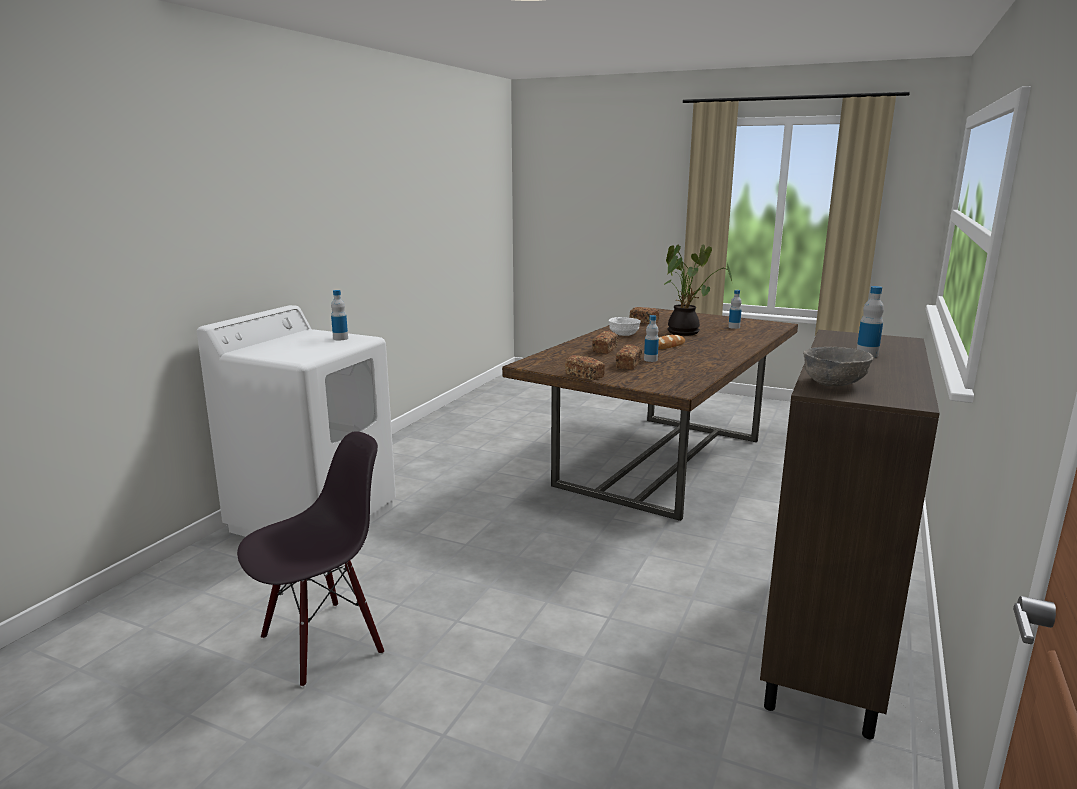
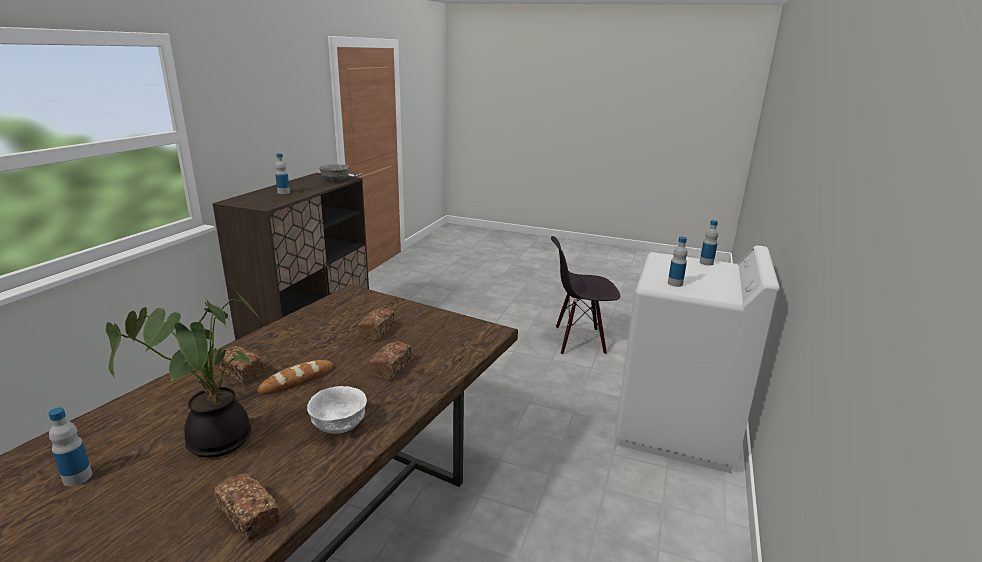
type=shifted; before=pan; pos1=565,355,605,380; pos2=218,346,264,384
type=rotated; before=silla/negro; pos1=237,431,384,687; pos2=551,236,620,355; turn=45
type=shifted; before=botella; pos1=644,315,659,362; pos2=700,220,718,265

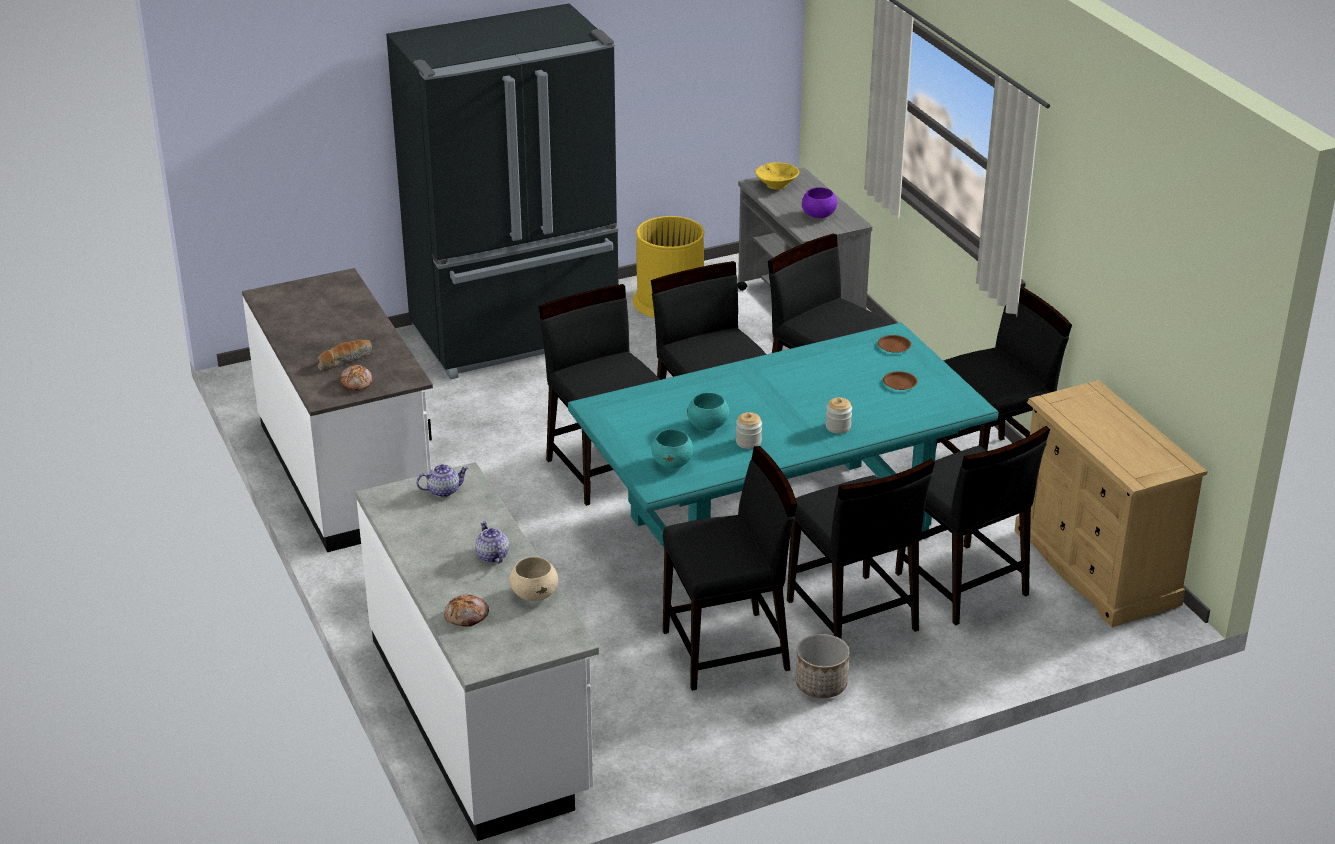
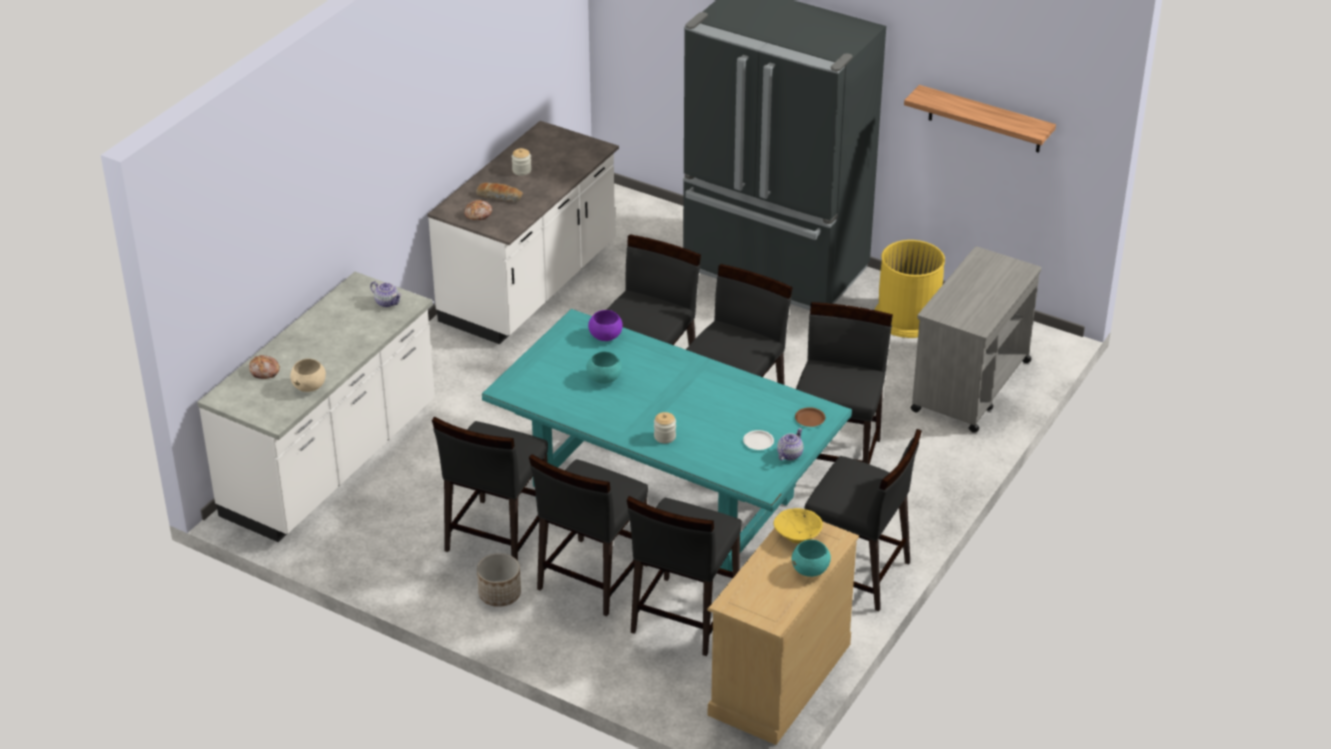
type=rotated; before=silla/negro; pos1=663,446,797,691; pos2=432,417,548,561; turn=75
type=shifted; before=tarro; pos1=736,412,762,449; pos2=512,148,531,176
type=shifted; before=cuenco/morado; pos1=802,187,837,218; pos2=588,310,623,341
type=repainted; before=plato/marrón; after=plato/blanco; pos1=883,371,918,390; pos2=743,430,774,450
type=shifted; before=cuenco/amarillo; pos1=755,162,799,189; pos2=774,508,823,544
type=shifted; before=tetera; pos1=475,521,509,563; pos2=777,428,804,460
type=shifted; before=cuenco/turquesa; pos1=651,429,693,468; pos2=792,540,831,577
type=new; after=estante; pos2=904,85,1056,153

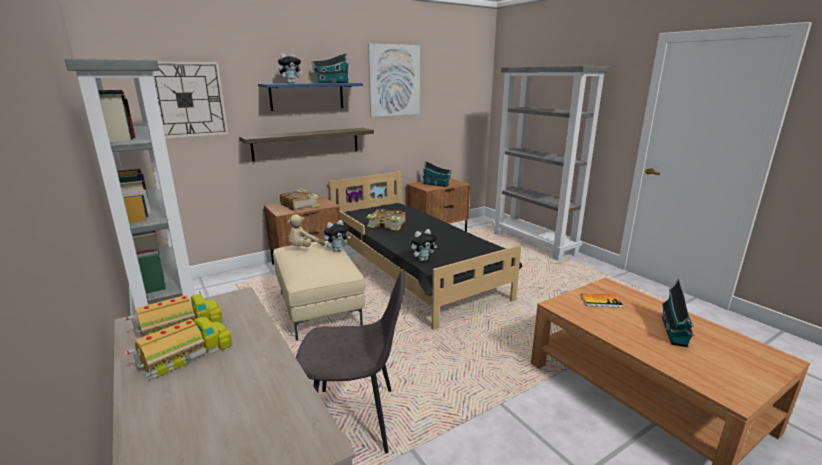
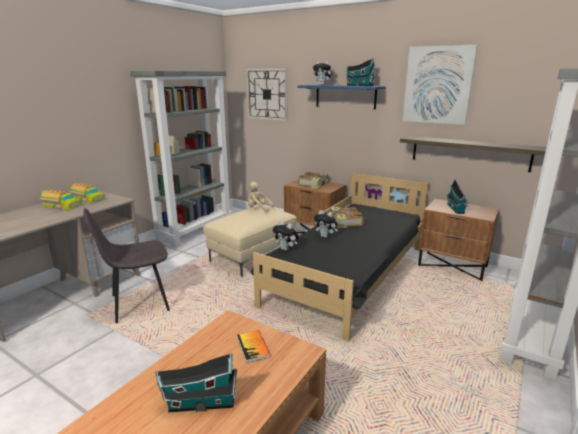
type=rotated; before=silla/gris; pos1=296,269,405,453; pos2=83,208,170,323; turn=90
type=shifted; before=peluche; pos1=324,220,351,252; pos2=314,210,338,238
type=shifted; before=estante; pos1=239,128,374,162; pos2=400,136,546,172

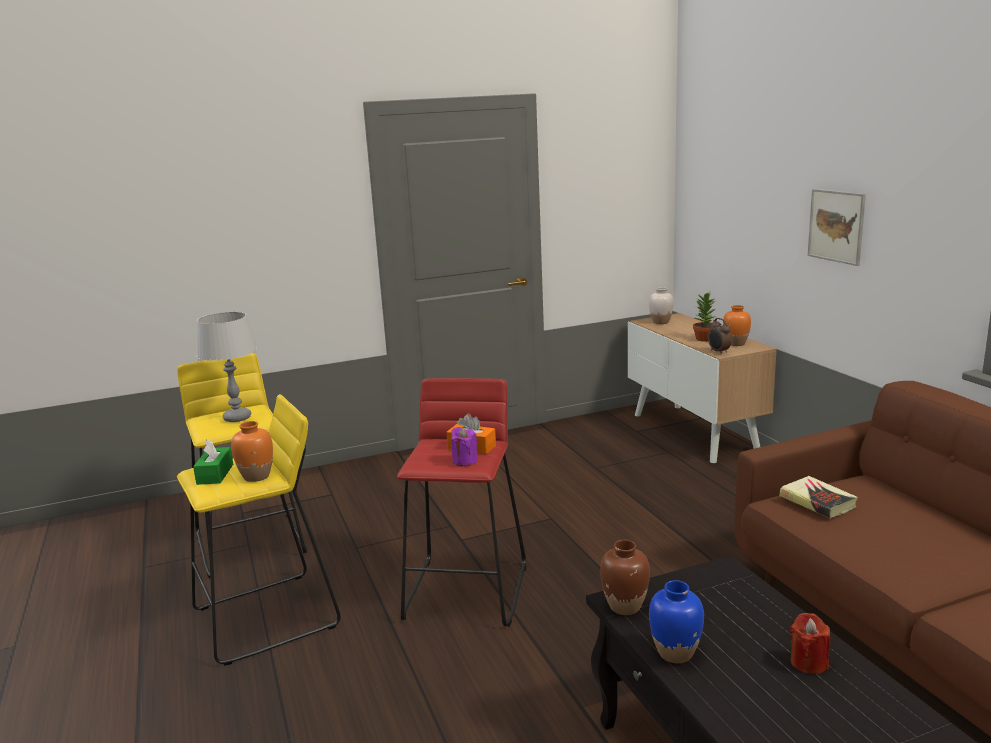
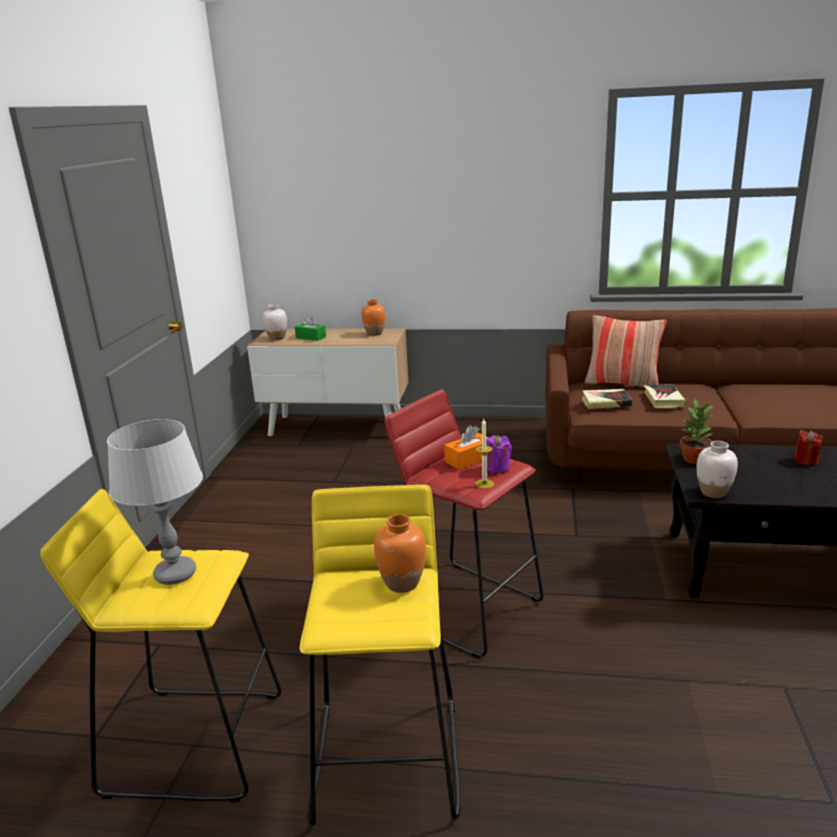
type=shifted; before=caja de pañuelos/verde; pos1=193,438,233,485; pos2=295,315,326,341
type=new; after=vela; pos2=475,419,494,489
type=new; after=cojín; pos2=585,315,667,388
type=new; after=libro; pos2=644,384,687,408
type=shifted; before=planta en maceta; pos1=693,292,717,342; pos2=680,398,714,464
type=repainted; before=florero/marrón; after=florero/blanco; pos1=600,540,650,615; pos2=697,441,738,498
type=gone; before=florero/azul; pos1=649,580,704,663
type=gone; before=despertador; pos1=708,318,731,355
type=gone; before=cuadro; pos1=808,189,866,266

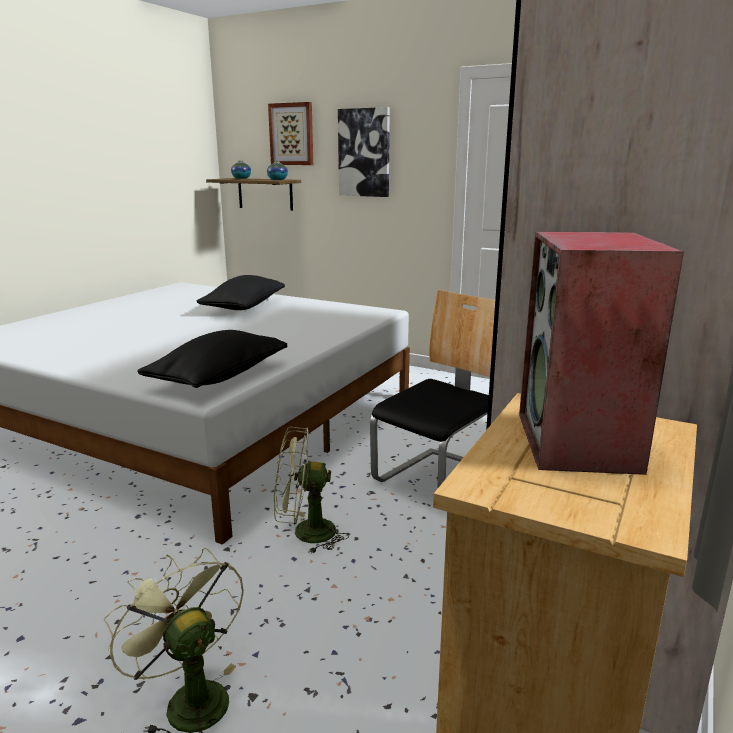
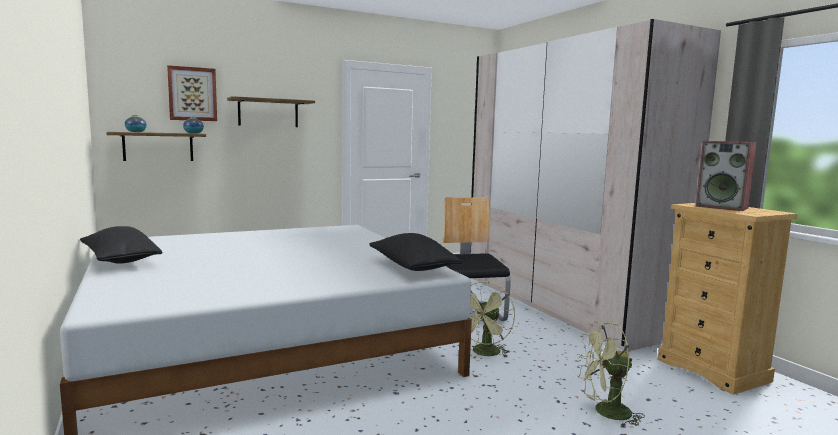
type=shifted; before=cojín/negro; pos1=196,275,285,310; pos2=80,226,163,264
type=swapped; before=cuadro; after=estante; pos1=338,107,390,197; pos2=227,96,315,127

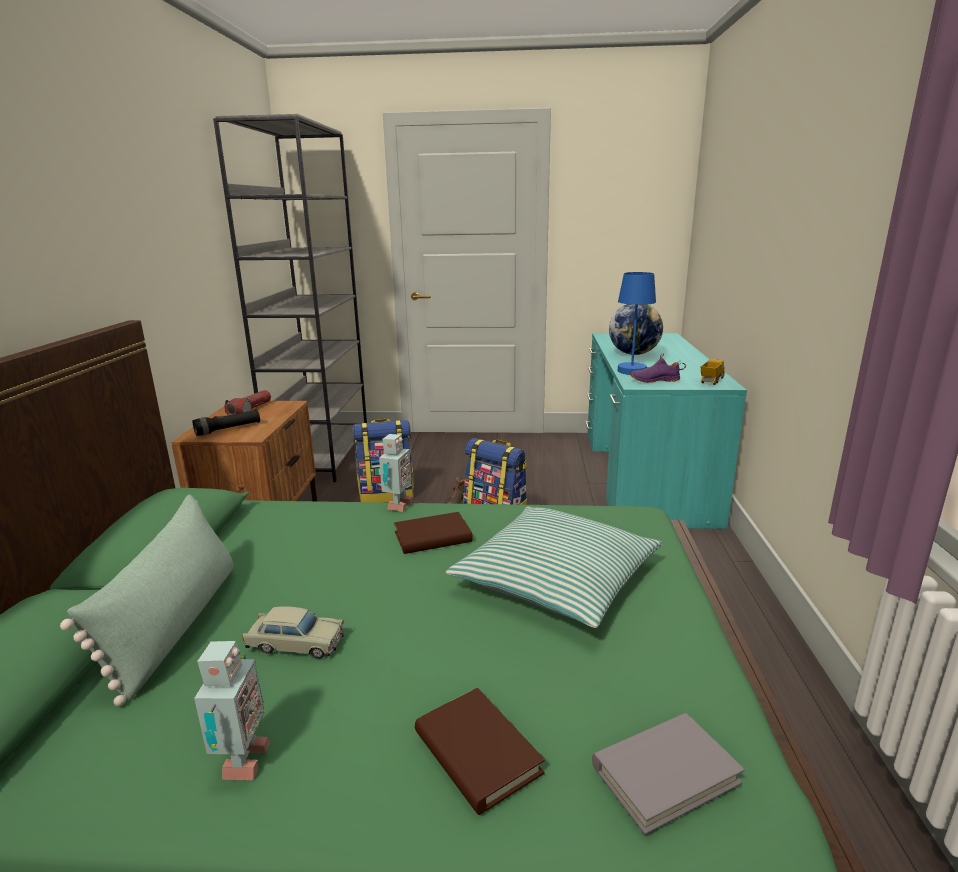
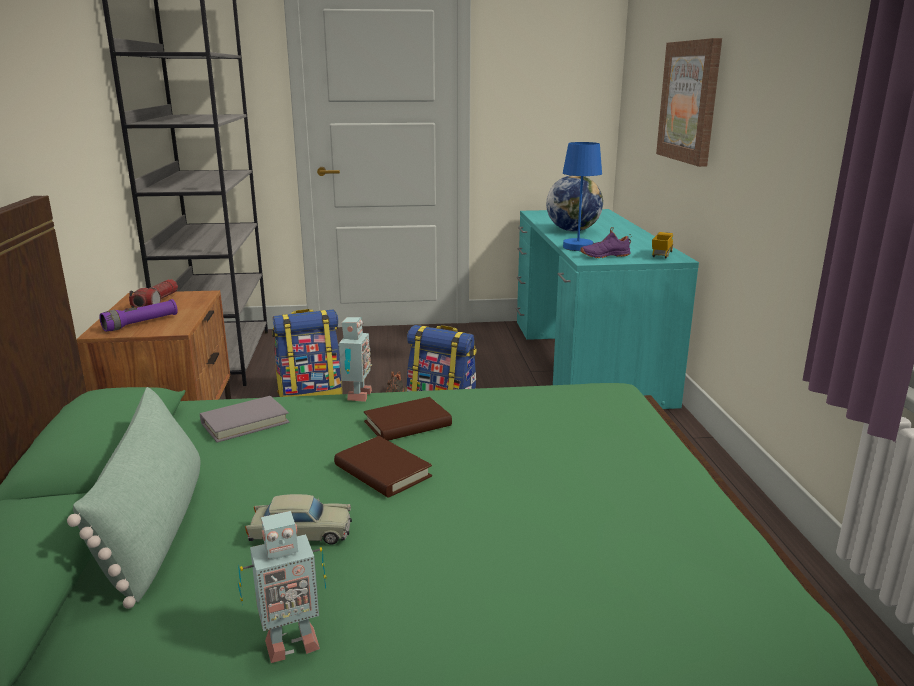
type=repainted; before=linterna/negro; after=linterna/morado; pos1=193,409,260,436; pos2=99,299,178,332
type=shifted; before=libro/gris; pos1=592,713,745,835; pos2=200,396,290,443
type=rotated; before=robot de juguete; pos1=194,641,270,780; pos2=238,511,326,663; turn=75
type=shifted; before=libro/marrón; pos1=415,688,545,815; pos2=334,436,432,498
type=new; after=cuadro; pos2=656,38,722,167
type=gone; before=cojín; pos1=446,506,662,628

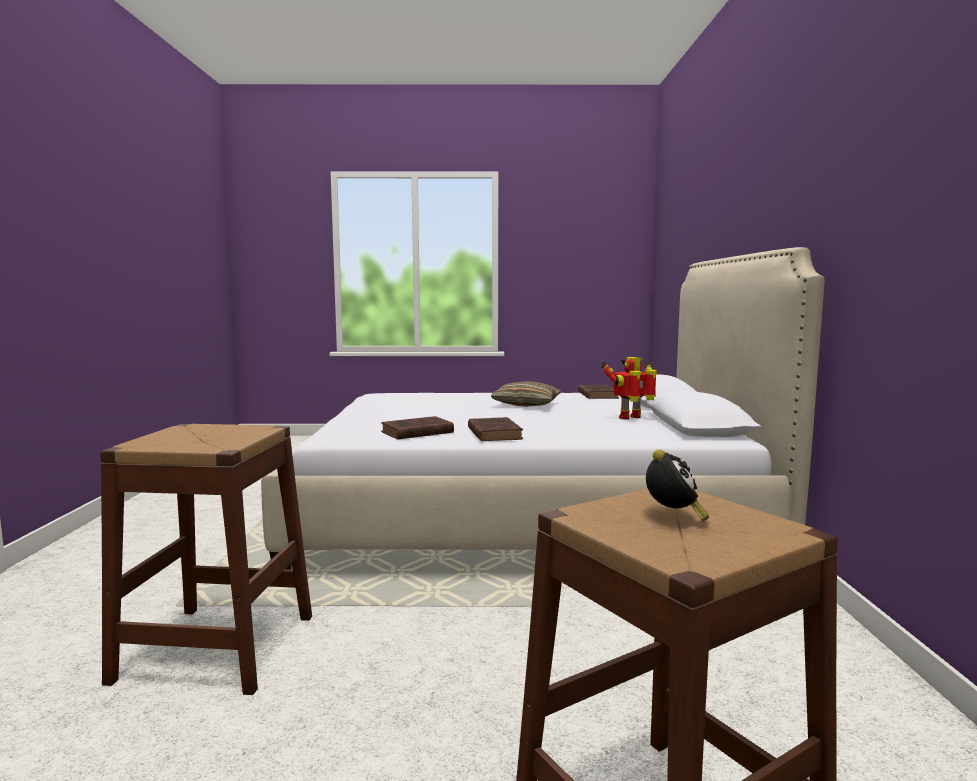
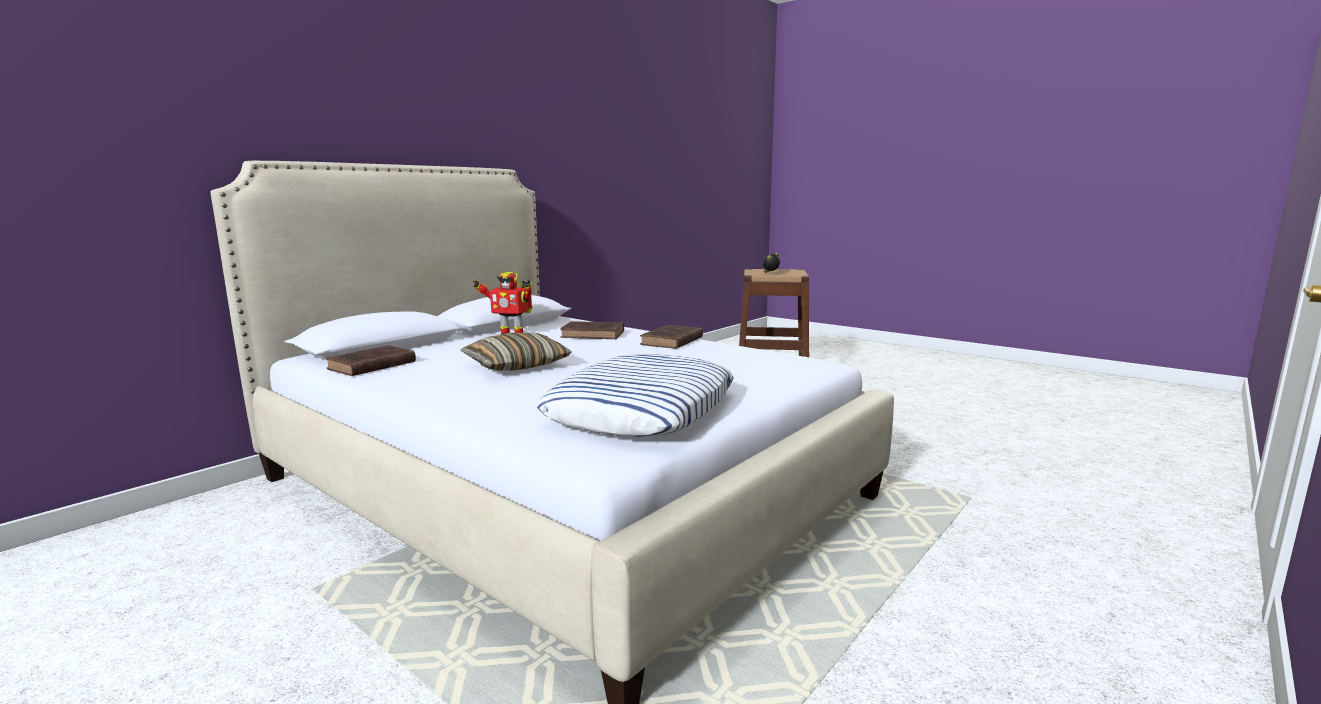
type=new; after=cojín; pos2=537,354,734,437
type=shifted; before=libro/marrón; pos1=381,416,454,440; pos2=560,321,624,339
type=gone; before=taburete/marrón; pos1=100,424,312,695

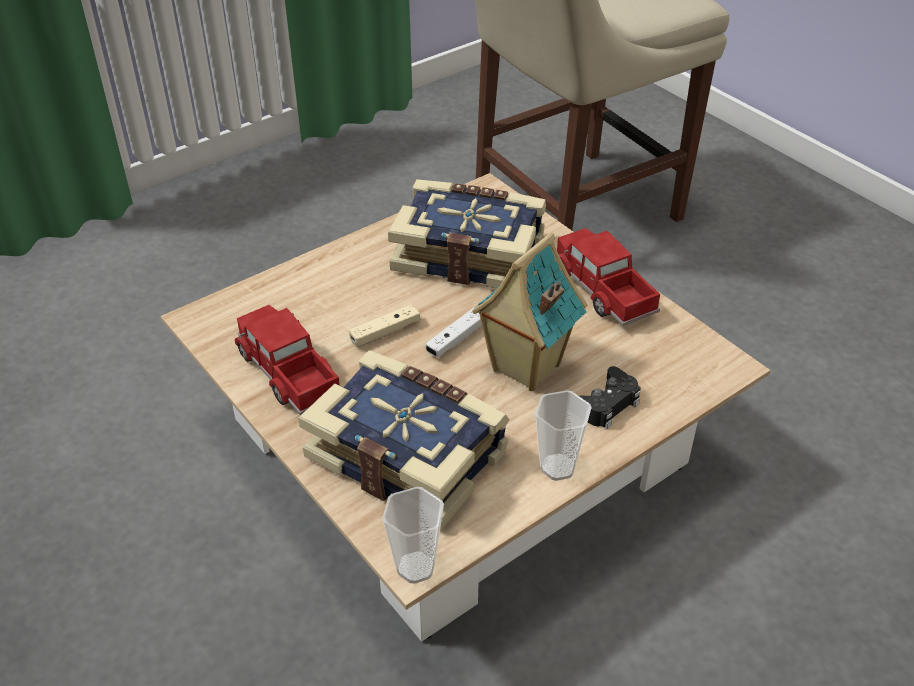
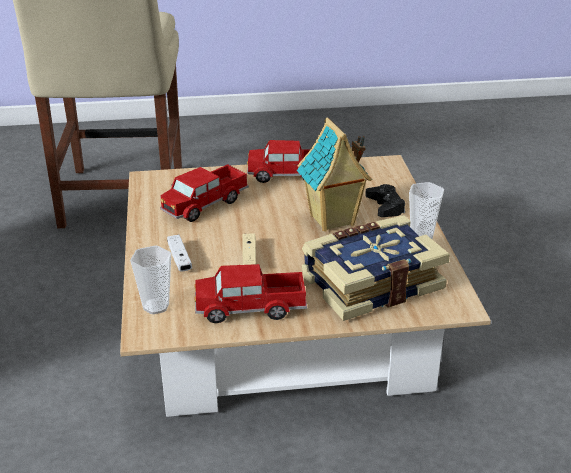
type=shifted; before=taza; pos1=383,487,444,584; pos2=130,246,171,314
type=swapped; before=libro; after=camión de juguete; pos1=388,179,546,289; pos2=160,164,249,222
type=shifted; before=mando de consola/blanco; pos1=425,308,482,357; pos2=167,235,192,271

